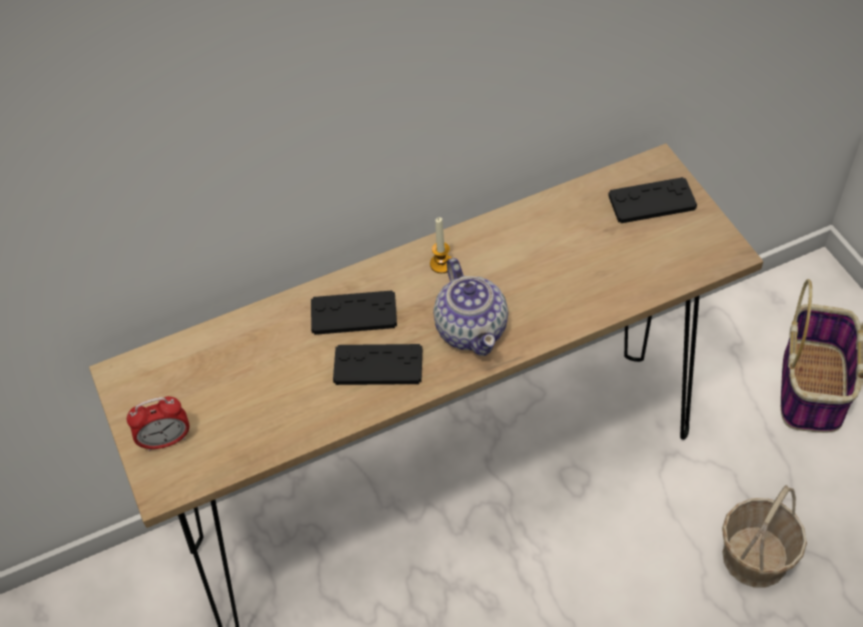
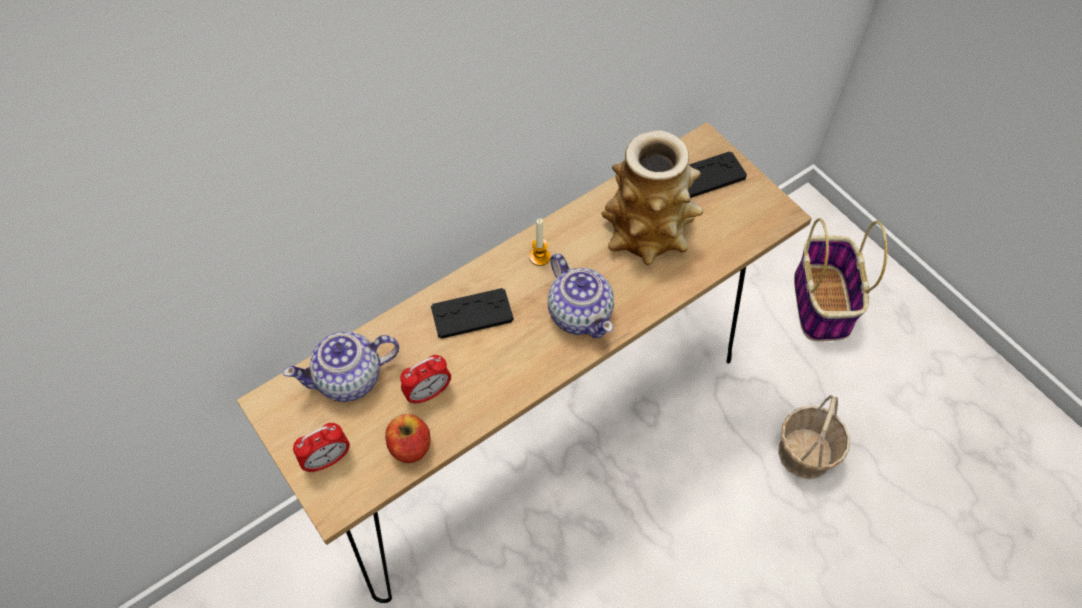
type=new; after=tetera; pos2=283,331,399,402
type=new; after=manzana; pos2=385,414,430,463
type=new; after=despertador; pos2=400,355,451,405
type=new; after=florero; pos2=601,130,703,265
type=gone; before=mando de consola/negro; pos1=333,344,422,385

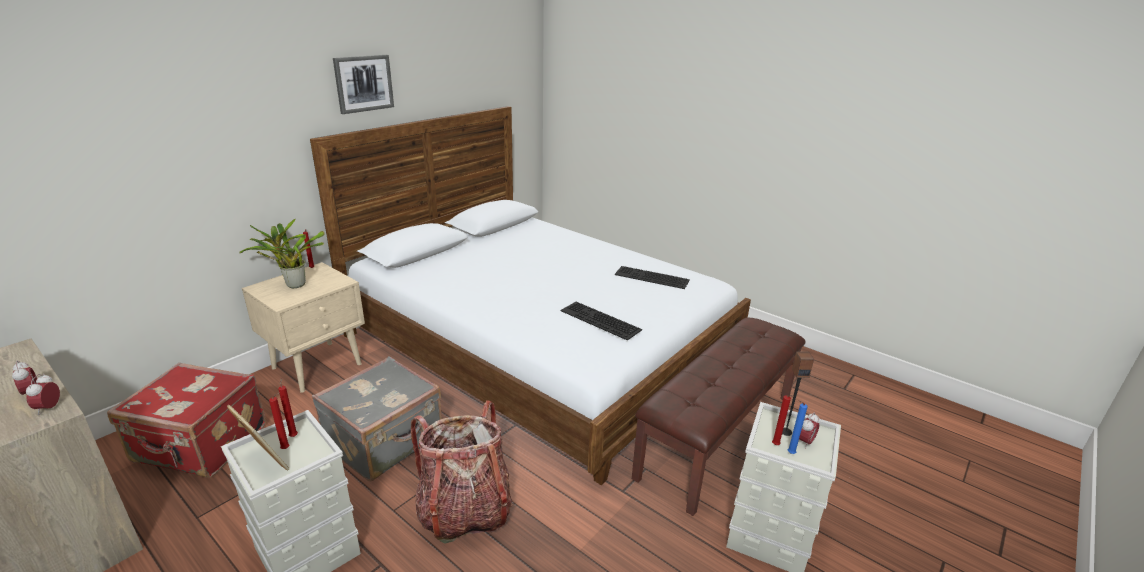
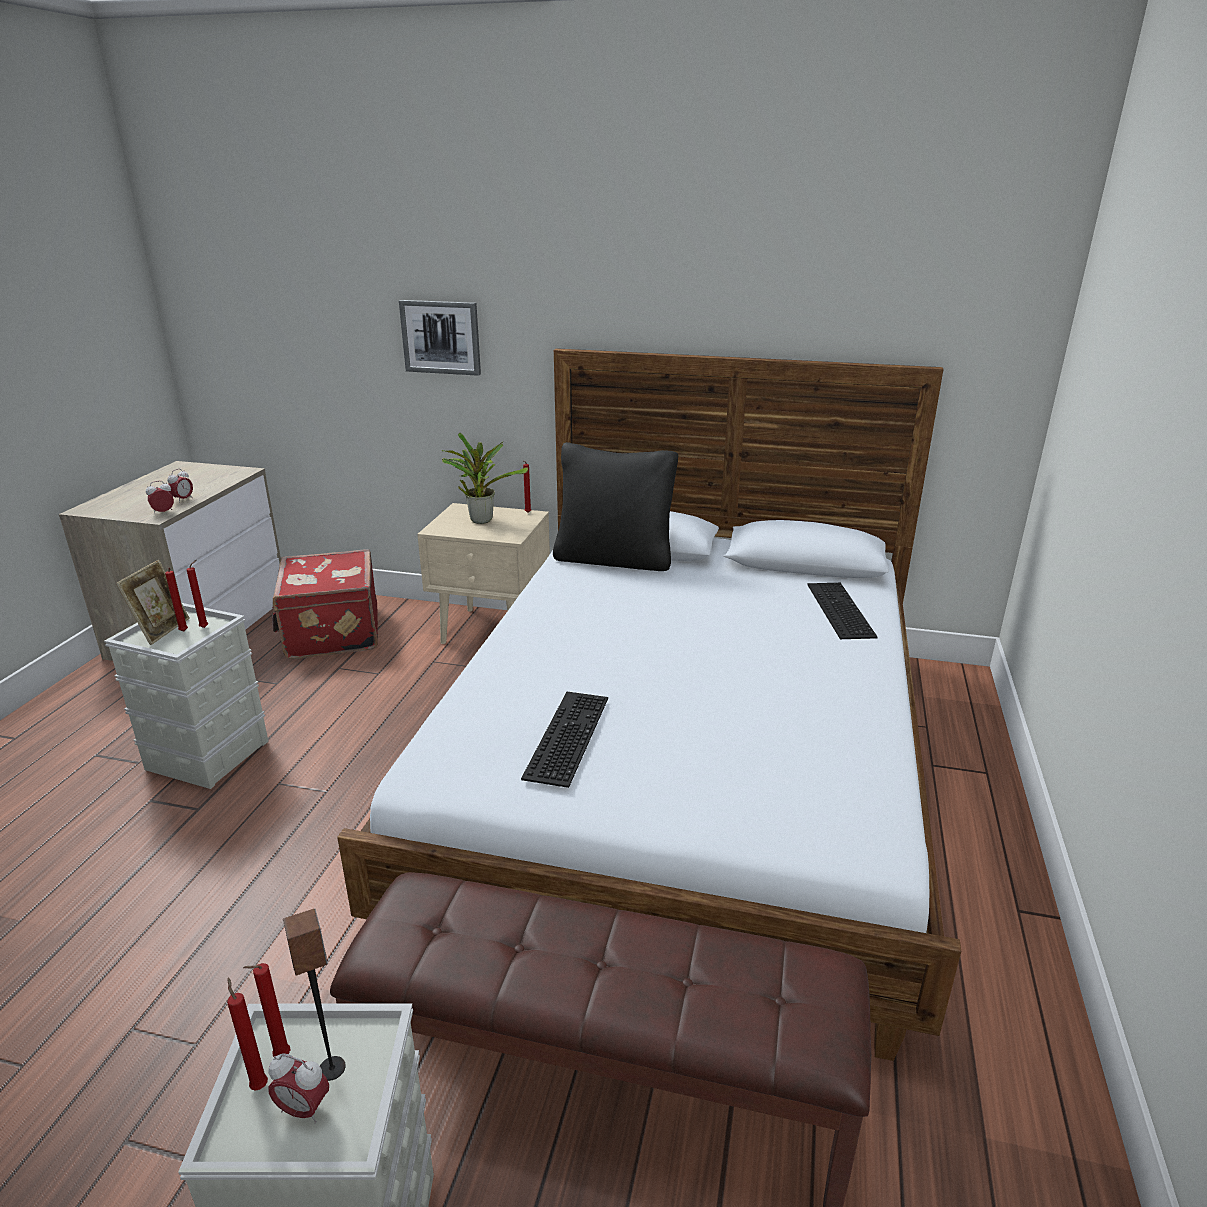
type=repainted; before=vela/azul; after=vela/rojo; pos1=788,400,808,454; pos2=227,977,268,1091
type=shifted; before=cuadro; pos1=333,55,394,114; pos2=399,300,481,376
type=new; after=cojín/negro; pos2=553,442,678,571
type=shifted; before=teclado; pos1=615,266,690,289; pos2=807,583,878,639
type=gone; before=maleta/gris; pos1=312,356,442,481
type=gone; before=mochila; pos1=411,400,513,544

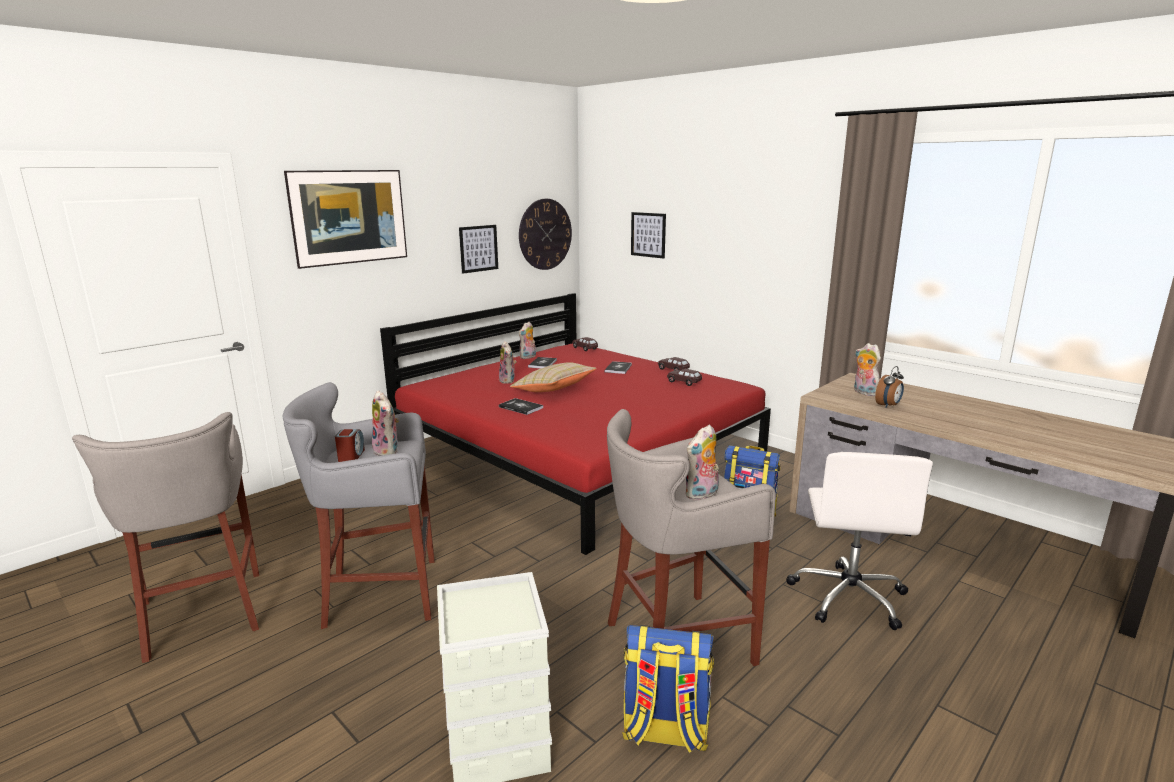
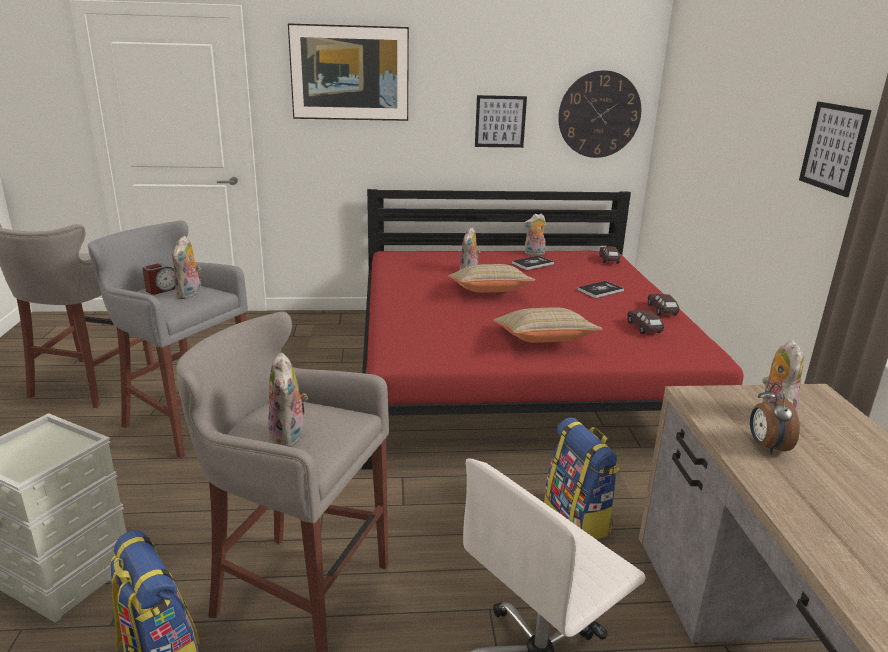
type=rotated; before=peluche; pos1=686,425,719,500; pos2=268,353,308,447; turn=-105
type=new; after=cojín/beis; pos2=493,307,602,343
type=rotated; before=despertador; pos1=875,366,904,408; pos2=750,384,800,455; turn=90
type=shifted; before=cuadro; pos1=631,212,666,259; pos2=799,102,872,197
type=gone; before=libro; pos1=499,398,543,415

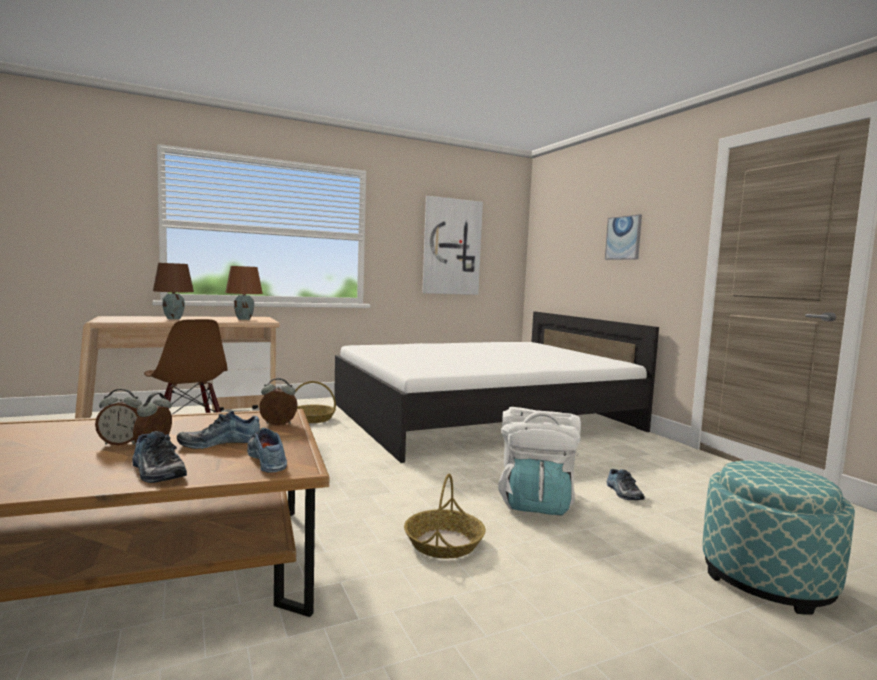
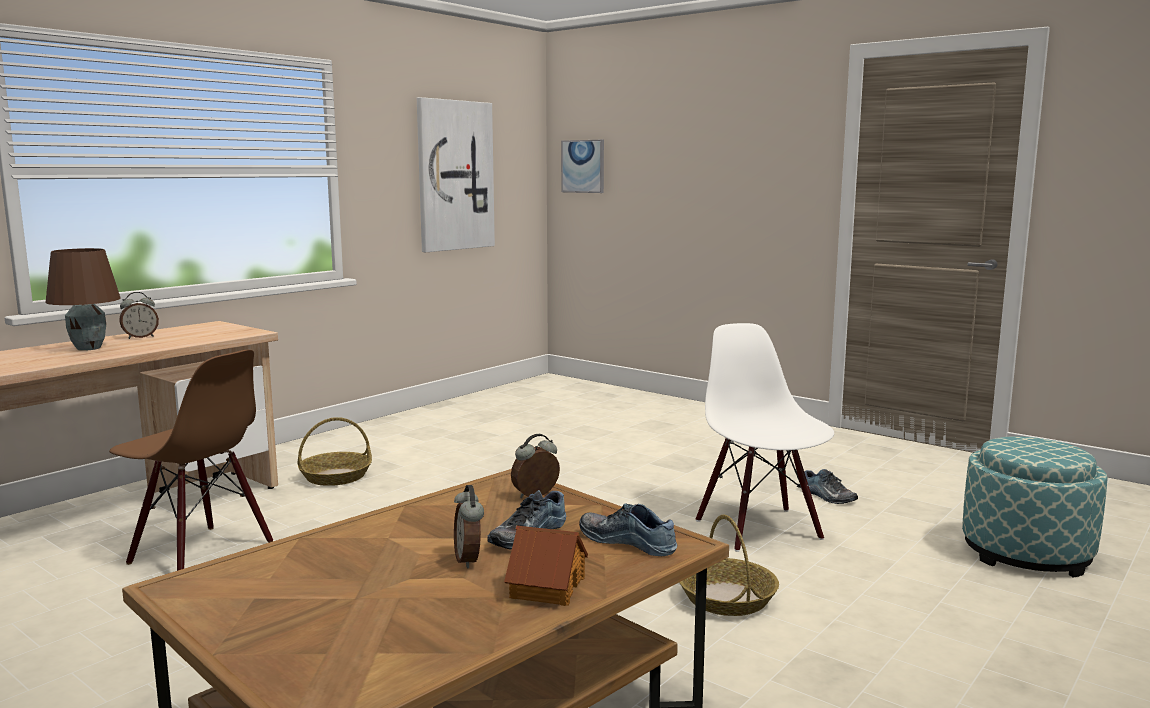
type=shifted; before=despertador; pos1=95,389,142,445; pos2=119,292,159,339
type=swapped; before=zapato; after=casita; pos1=132,431,187,483; pos2=504,525,588,606
type=shifted; before=cuadro; pos1=605,214,642,260; pos2=561,140,604,193
type=swapped; before=mochila/blanco; after=silla/blanco; pos1=498,407,581,516; pos2=696,323,834,552
type=gone; before=lámpara de mesa/marrón; pos1=225,266,263,320
type=gone; before=cama/blanco; pos1=334,311,659,463

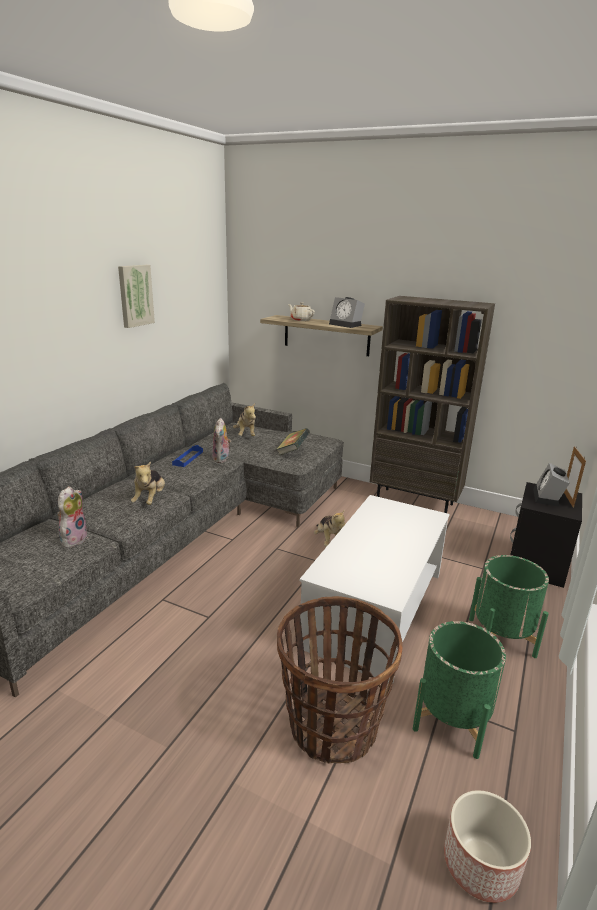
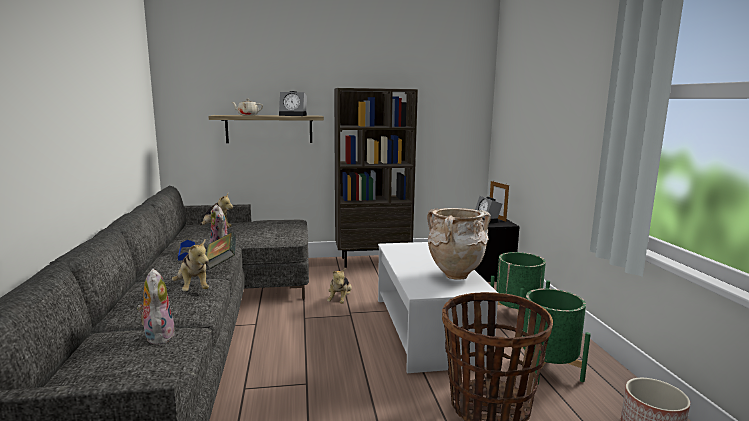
type=shifted; before=libro; pos1=276,428,310,455; pos2=206,232,236,269
type=rotated; before=peluche; pos1=314,509,345,547; pos2=327,268,352,304; turn=60
type=new; after=florero/beis; pos2=427,208,491,280
type=gone; before=cuadro; pos1=118,265,155,328

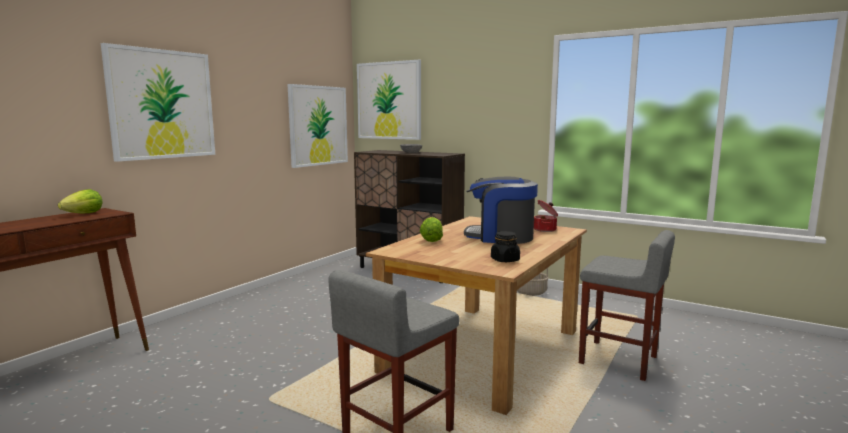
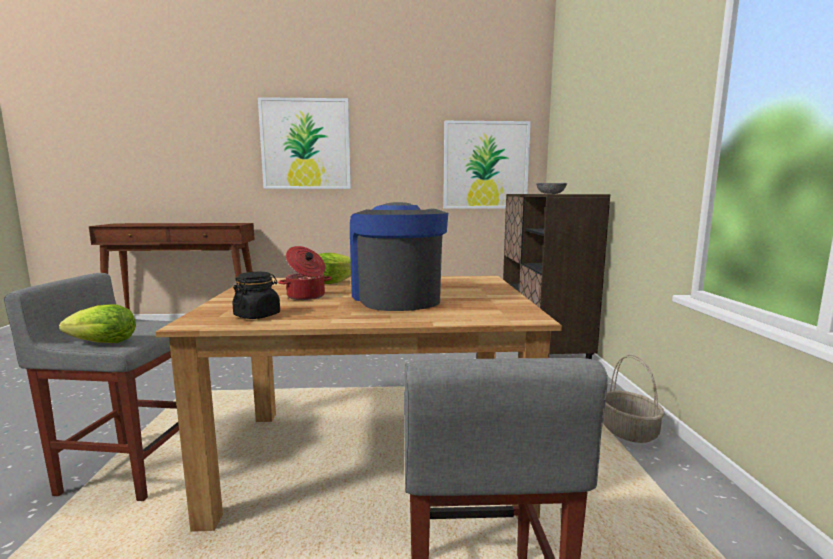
type=shifted; before=lechuga; pos1=58,189,103,213; pos2=59,304,136,343
type=shifted; before=olla; pos1=534,200,558,232; pos2=278,246,332,300
type=gone; before=cuadro; pos1=357,60,421,140

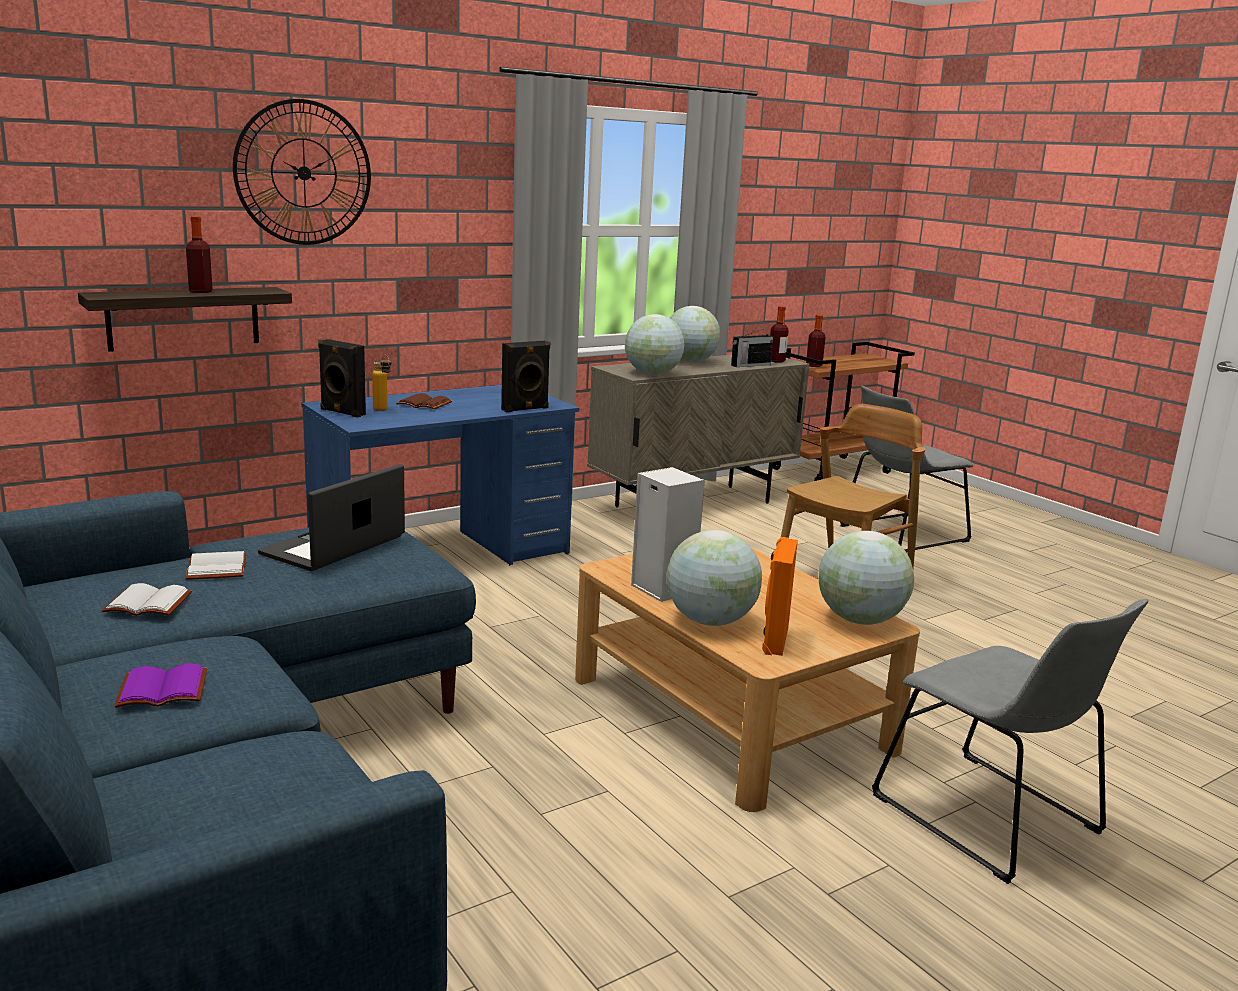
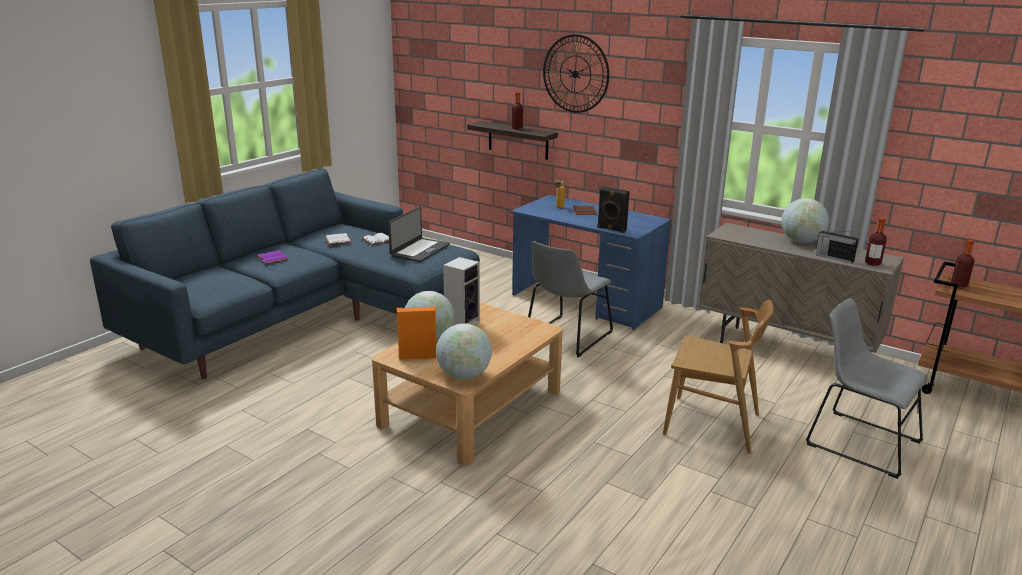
type=rotated; before=portátil; pos1=258,464,405,571; pos2=388,207,450,262; turn=105
type=shifted; before=silla/gris; pos1=872,599,1148,884; pos2=528,240,613,358
type=gone; before=altavoz/negro; pos1=318,339,366,418
type=gone; before=globo terráqueo; pos1=625,314,684,375

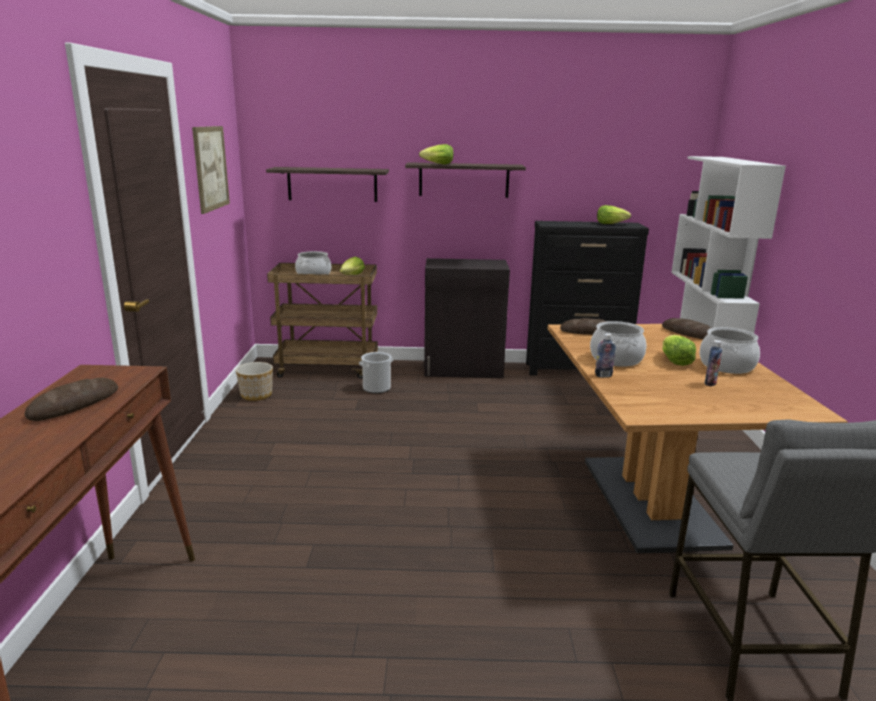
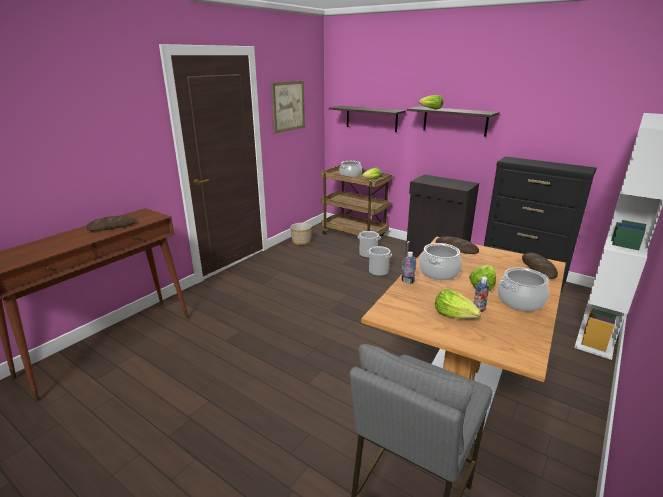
type=new; after=cubo; pos2=367,246,392,276
type=shifted; before=lechuga; pos1=597,205,631,224; pos2=435,289,481,318

